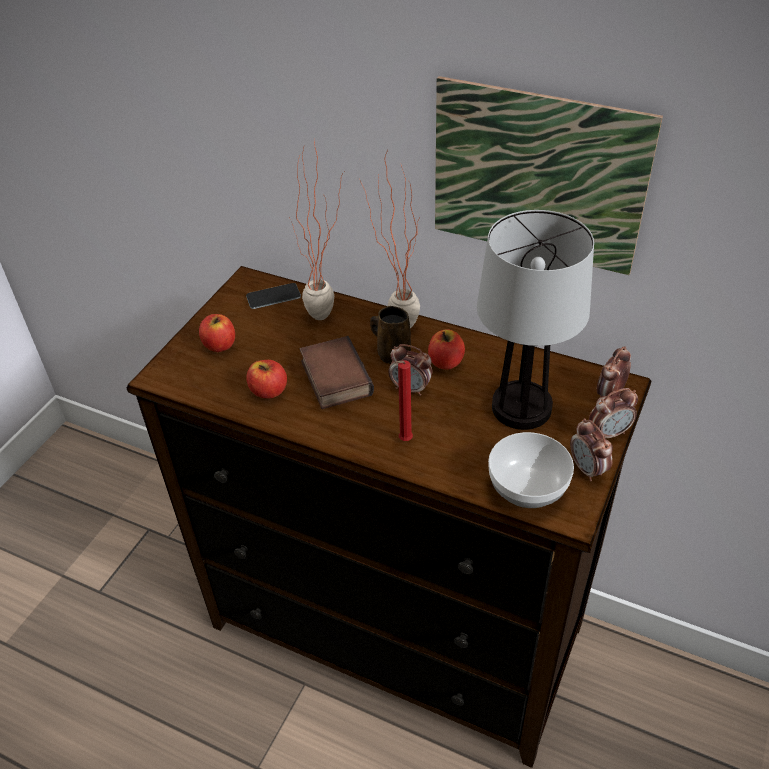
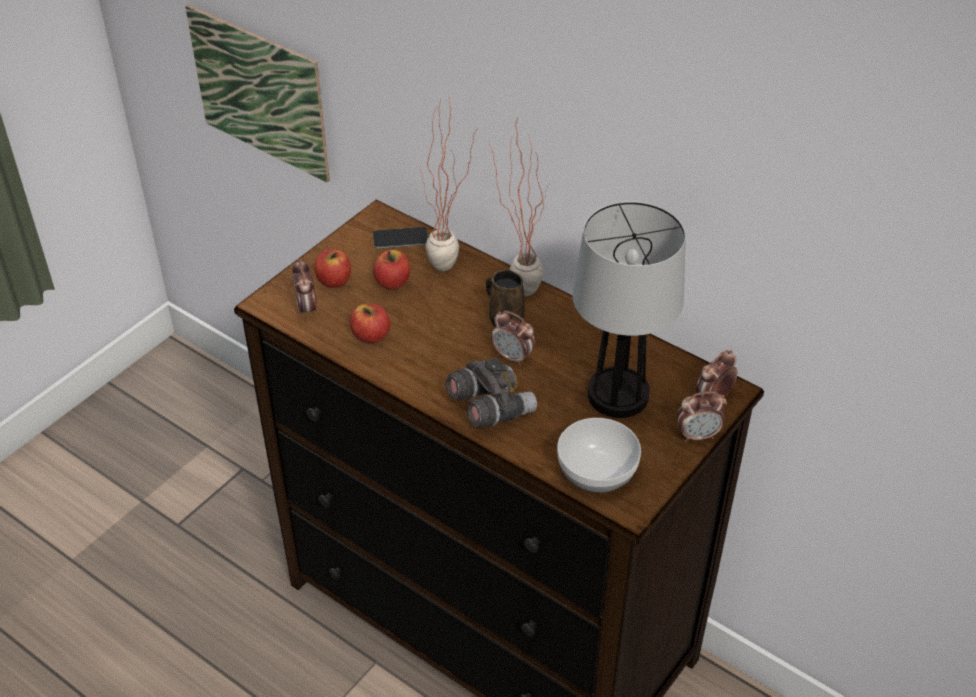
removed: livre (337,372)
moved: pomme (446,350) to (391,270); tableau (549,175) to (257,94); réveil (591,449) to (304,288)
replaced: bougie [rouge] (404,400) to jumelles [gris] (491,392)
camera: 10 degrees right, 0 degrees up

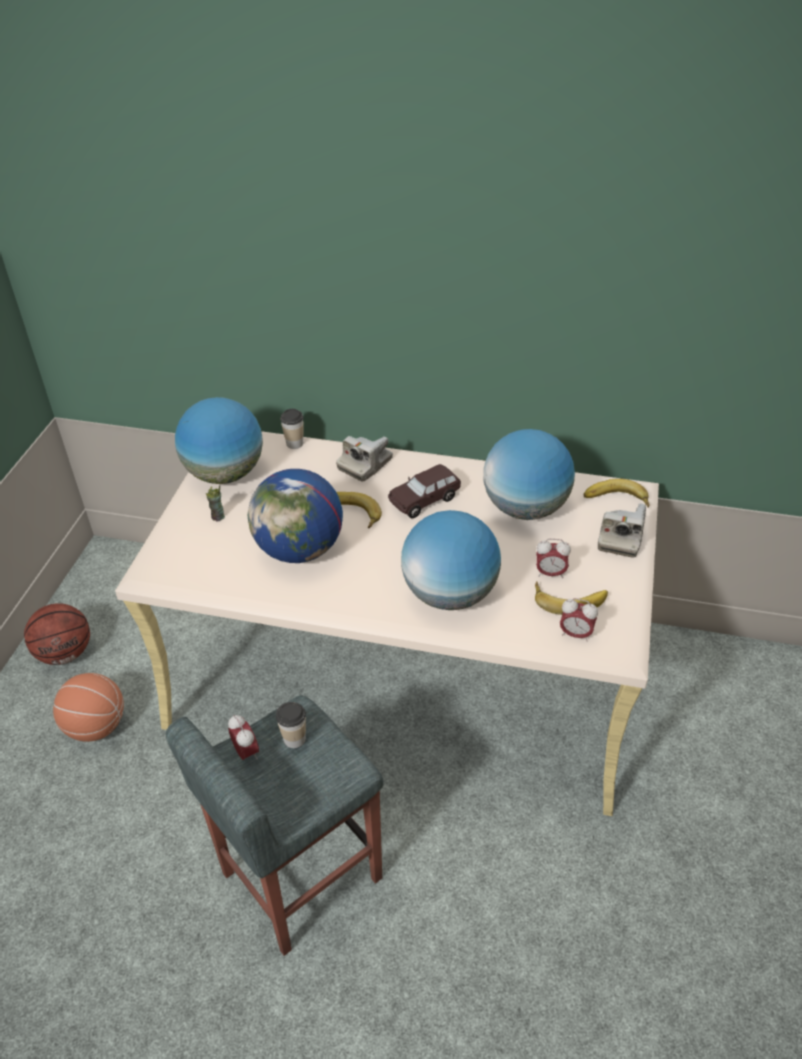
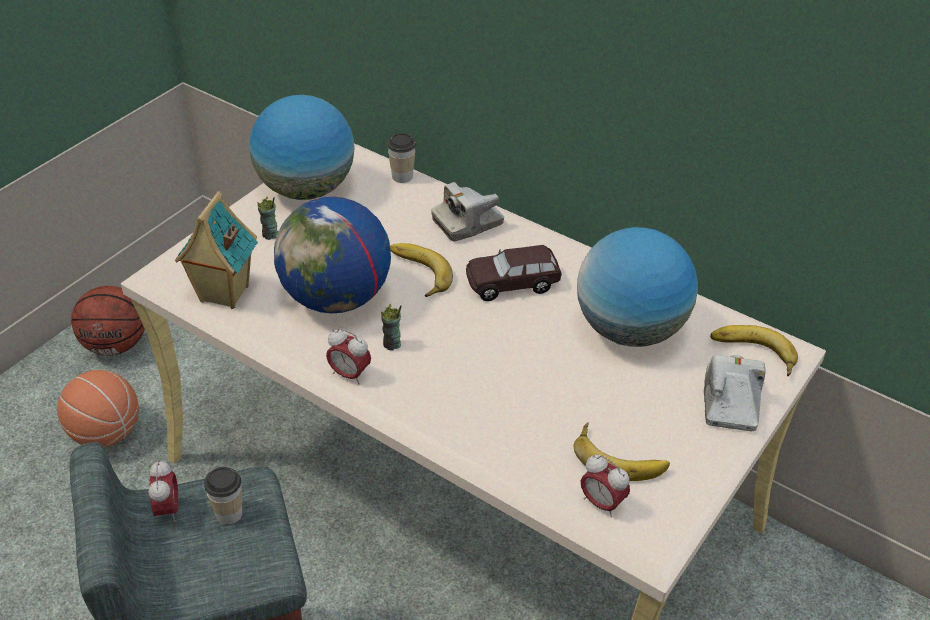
removed: globe (451,560)
added: maison miniature (216,250); tasse (391,327)
moved: réveil (553,558) to (348,356)
turned: appareil photo (622,531) = (735,393) 150 degrees clockwise
camera: 20 degrees right, 0 degrees up

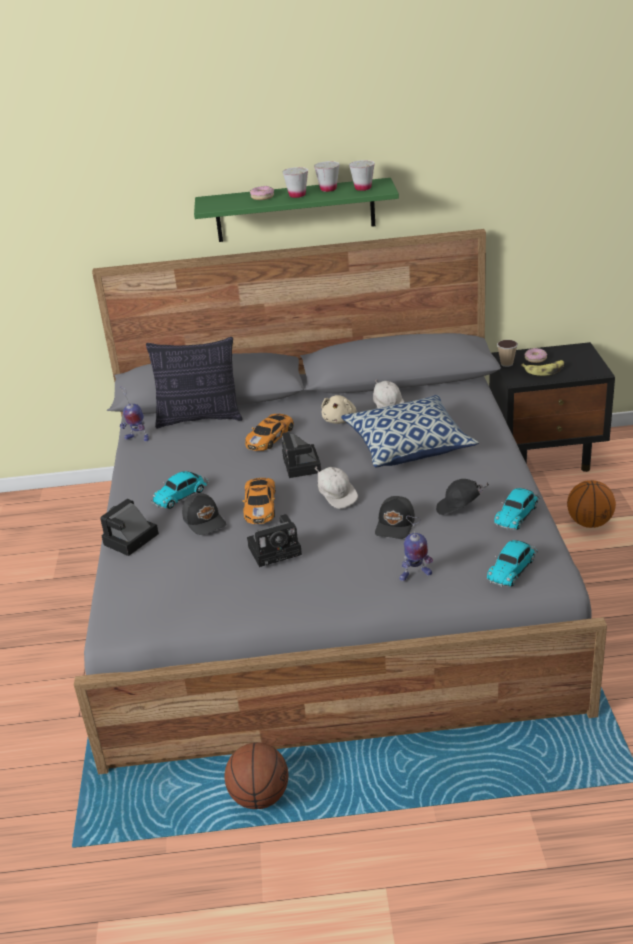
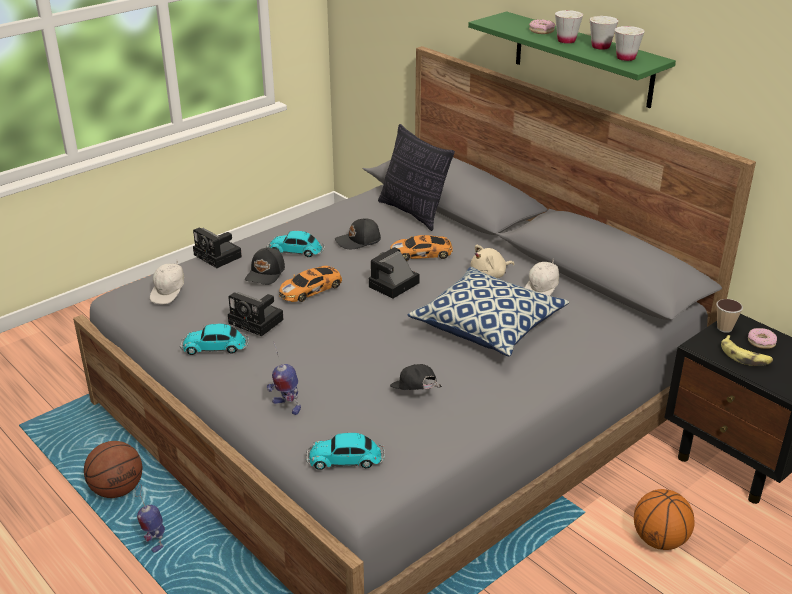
moved: robot jouet (134,413) to (150,518); casquette [blanc] (336,488) to (167,282); casquette [noir] (395,517) to (358,233); petite voiture (517,509) to (214,339)
turned: appareil photo (129,527) = (217,248) 135 degrees counterclockwise
camera: 50 degrees right, 0 degrees up

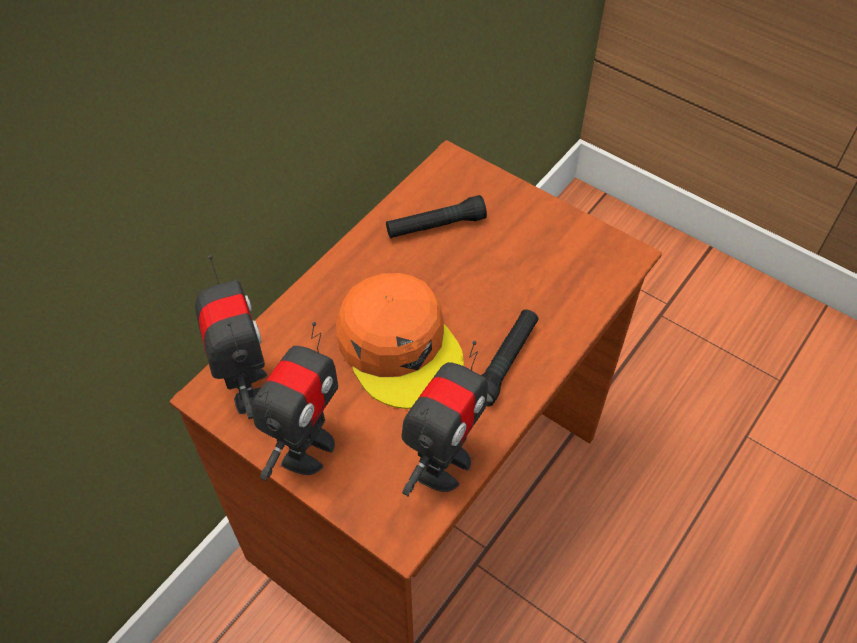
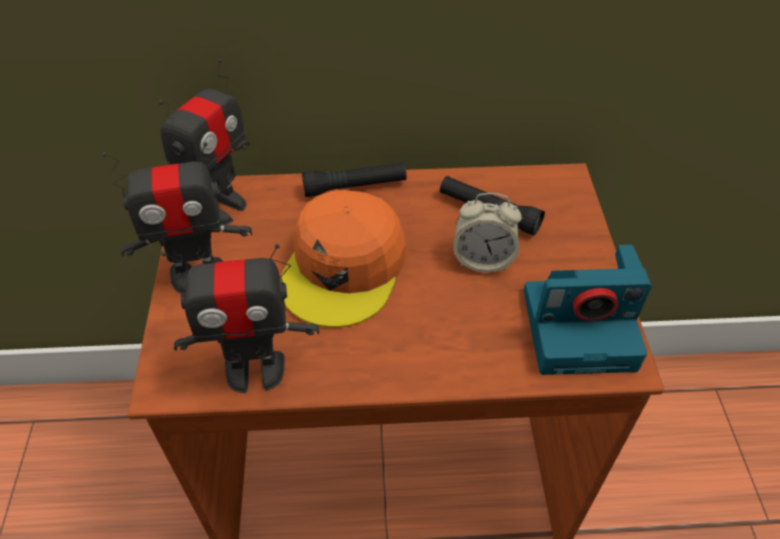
added: réveil (487,233); appareil photo (588,309)
moved: lampe de poche [noir] (509,357) to (354,180)
camera: 50 degrees right, 5 degrees down

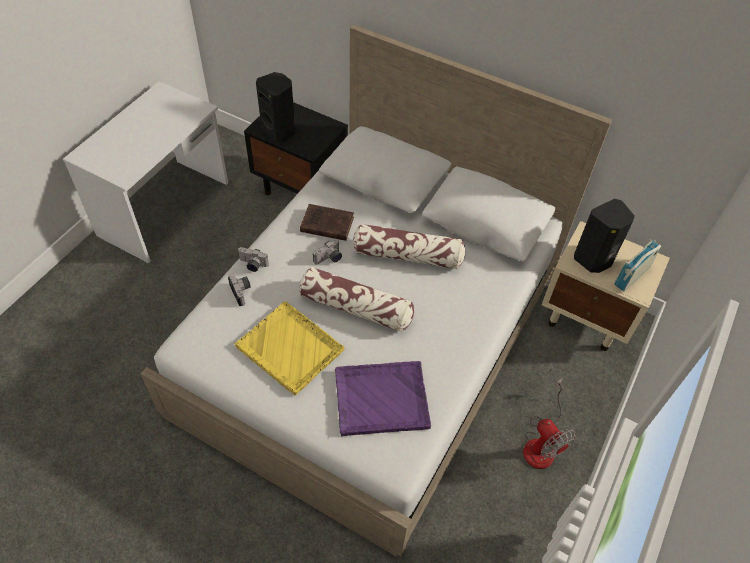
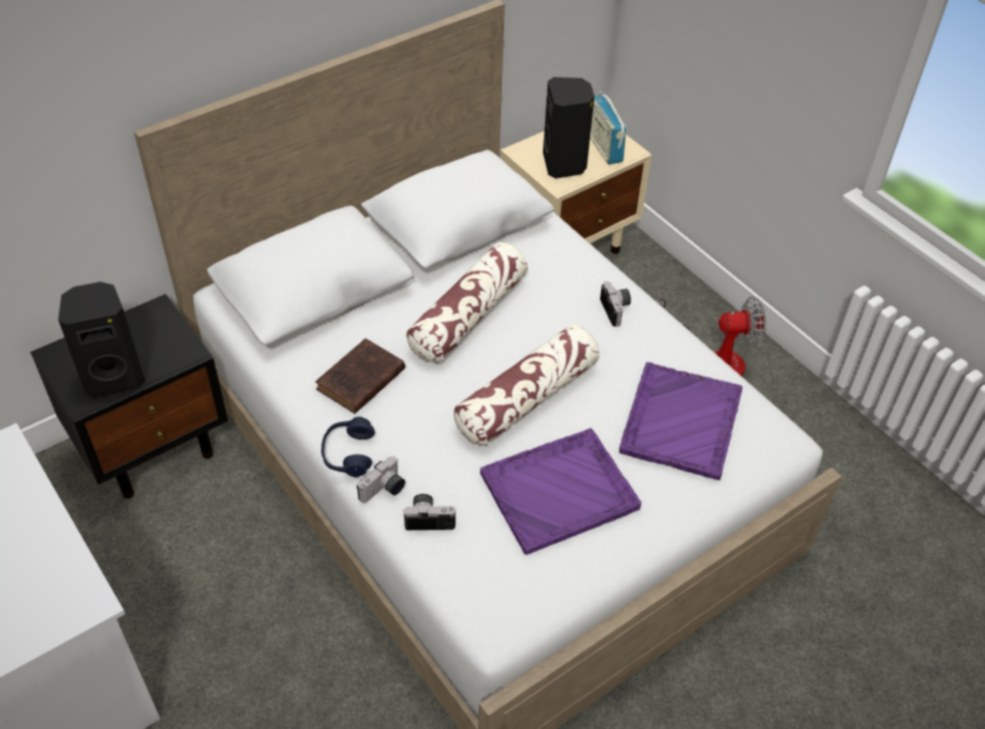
added: casque audio [bleu] (348,447)
moved: appareil photo (327,252) to (615,304)
recoloured: plateau [jaune] (289,348) to plateau [violet] (560,491)
camera: 65 degrees left, 5 degrees down

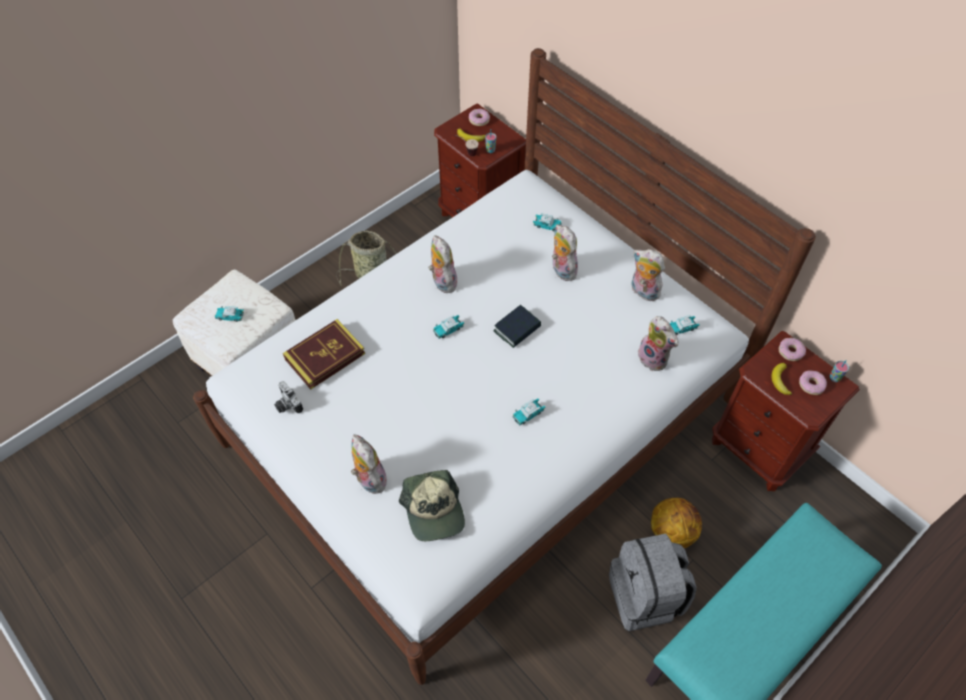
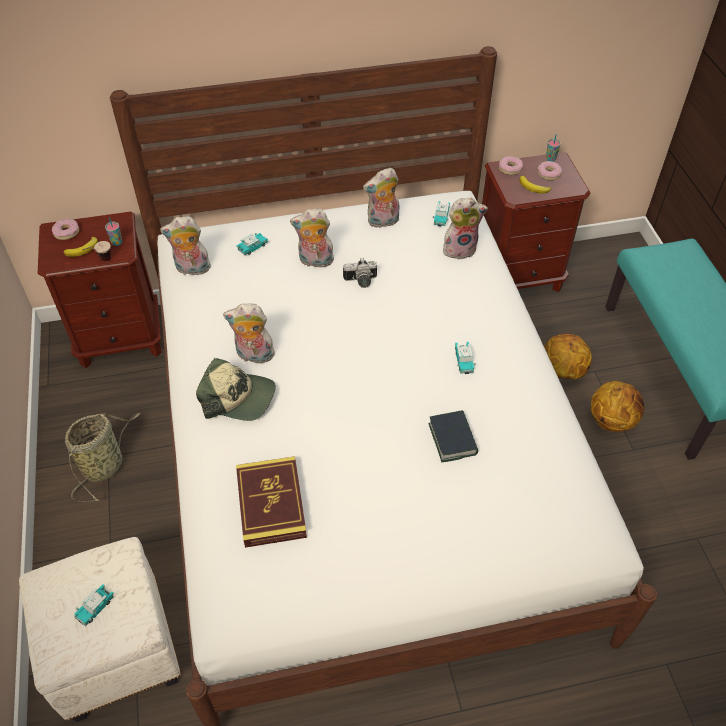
removed: petite voiture (448,327)
moved: appareil photo (288,397) to (360,273); peluche (369,464) to (186,245); casquette (432,505) to (236,389); livre (517,326) to (453,436)
replaced: sac à dos [gris] (653,582) to ballon de basket (617,406)
camera: 60 degrees left, 5 degrees down

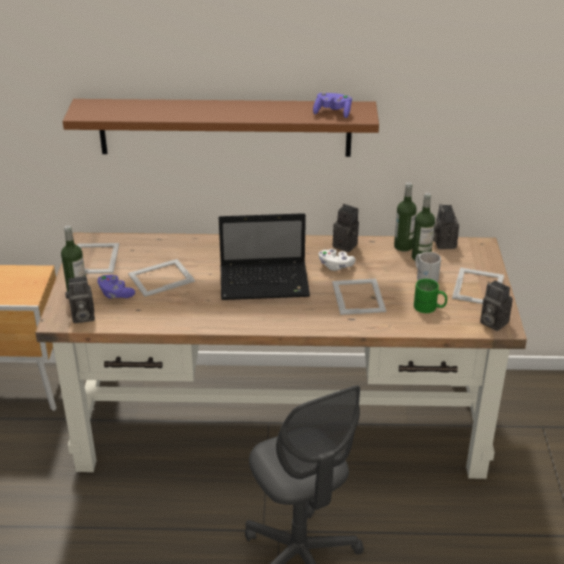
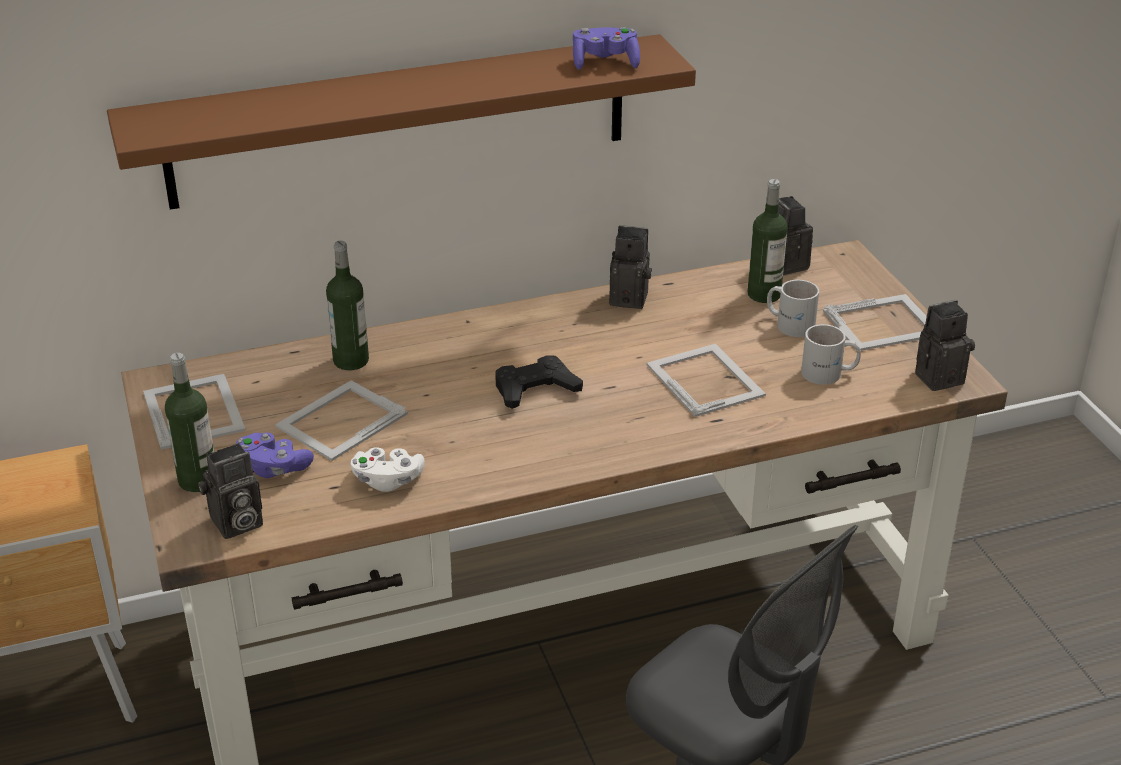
moved: manette [blanc] (337,260) to (388,469); bouteille (405,216) to (347,305)
replaced: ordinateur portable (264,256) to manette [noir] (539,382)
recoloured: mug [vert] (430,296) to mug [blanc] (831,354)
turned: cadre photo (478,285) = (875,322) 75 degrees clockwise; appareil photo (496,305) = (945,345) 135 degrees clockwise
camera: 20 degrees left, 0 degrees up

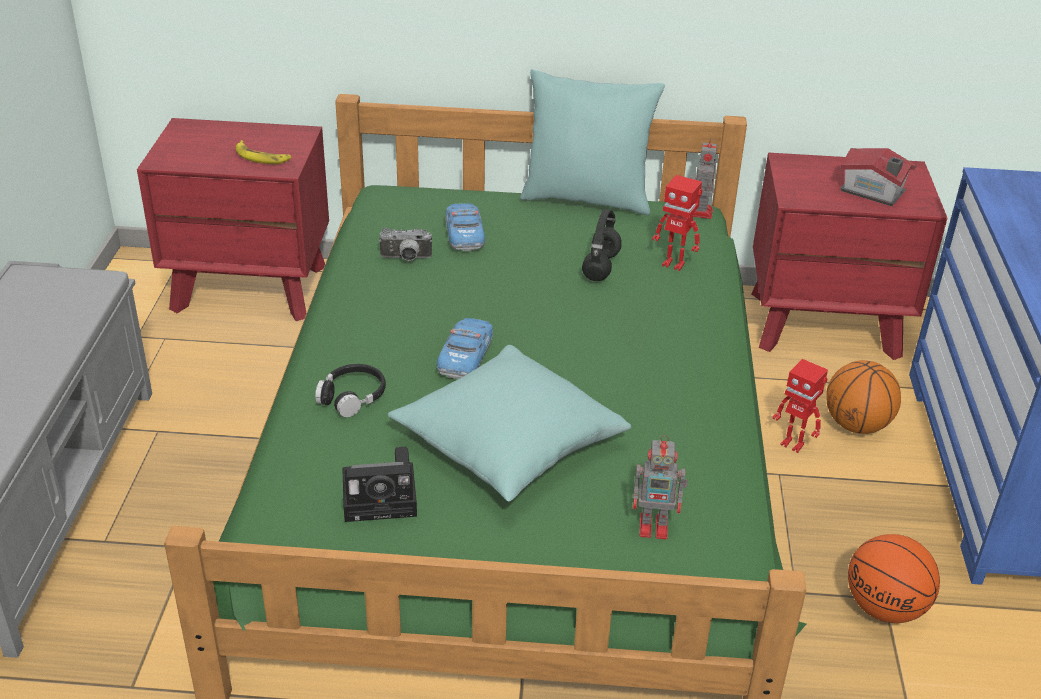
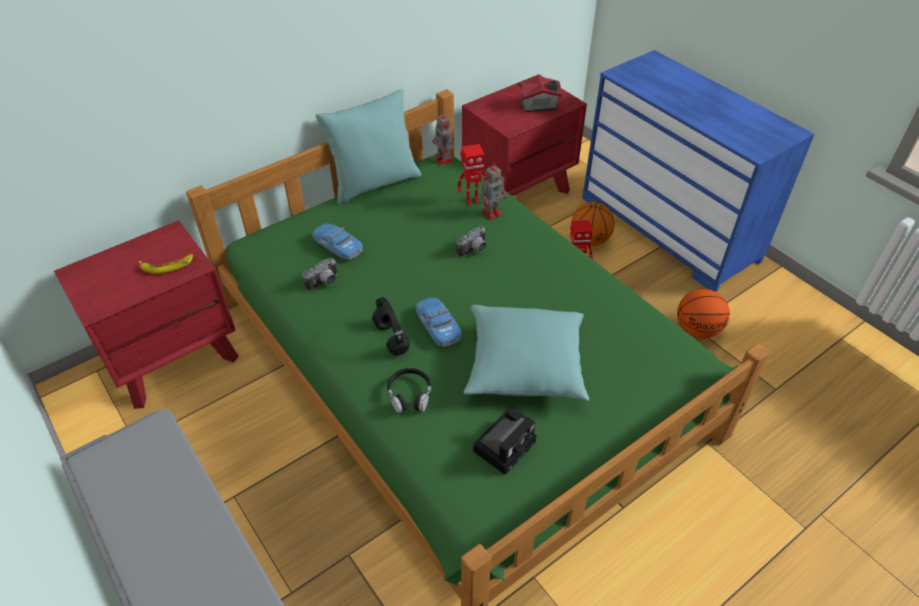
added: appareil photo (471,242)
moved: casque audio [noir] (602,245) to (391,326); robot jouet (660,487) to (493,192)
camera: 40 degrees left, 10 degrees up

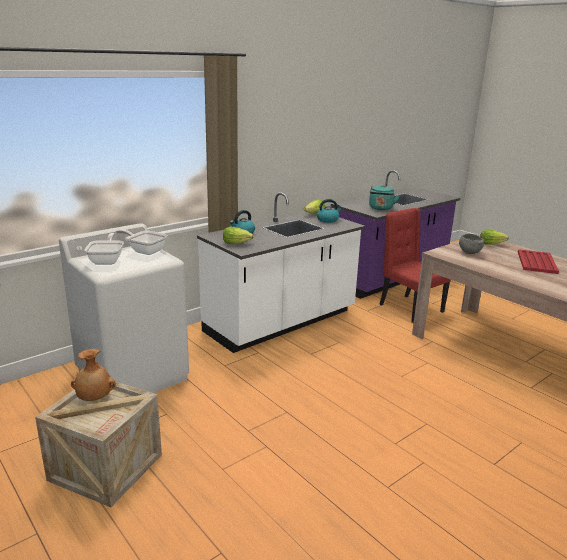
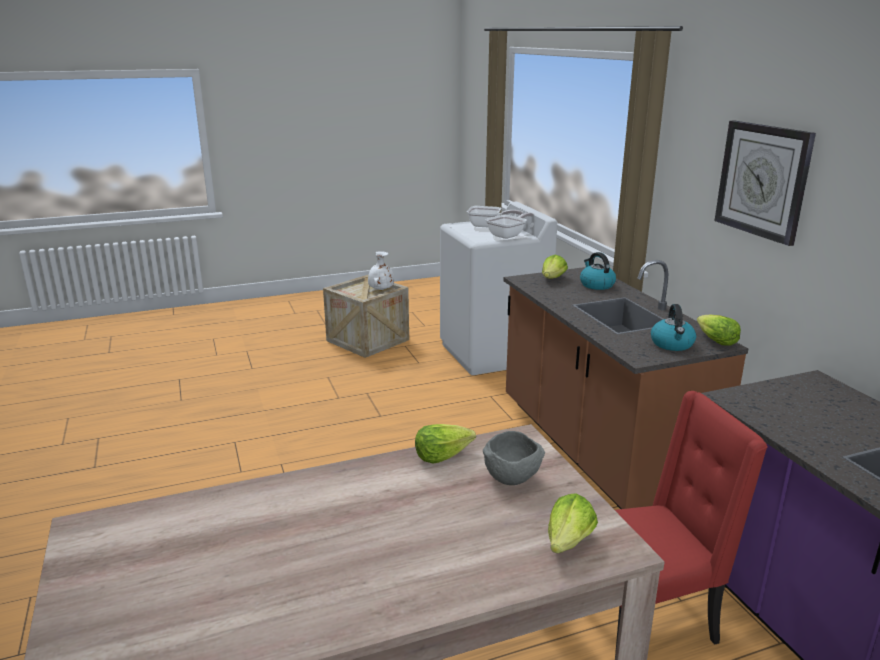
removed: bouilloire [turquoise] (384,197); plateau [rouge] (538,261)
added: laitue (445,443); horloge murale (765,183)
recoloured: vase [marron] (93,375) to vase [blanc] (381,270); comptoir de cuisine [blanc] (281,272) to comptoir de cuisine [marron] (626,384)
camera: 110 degrees right, 0 degrees up

